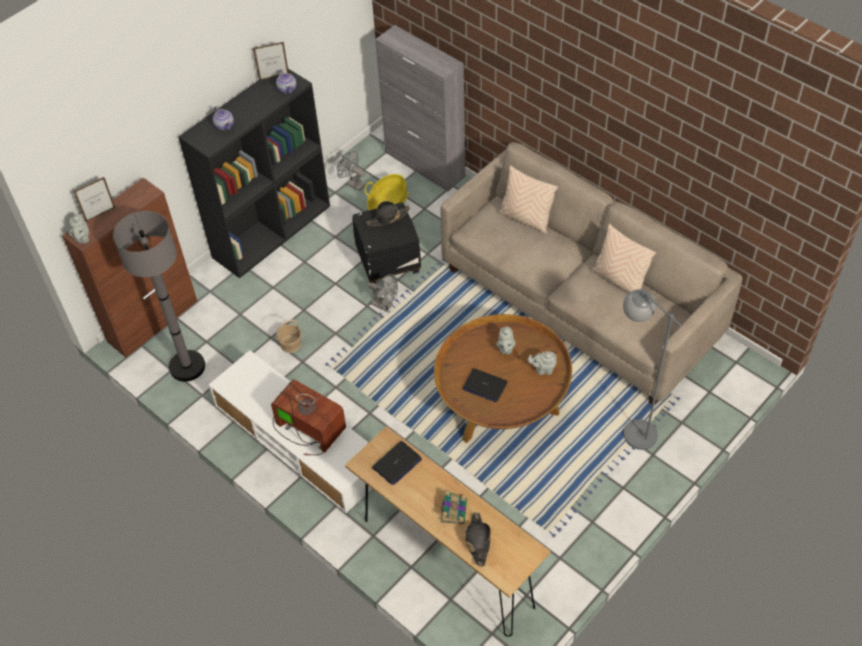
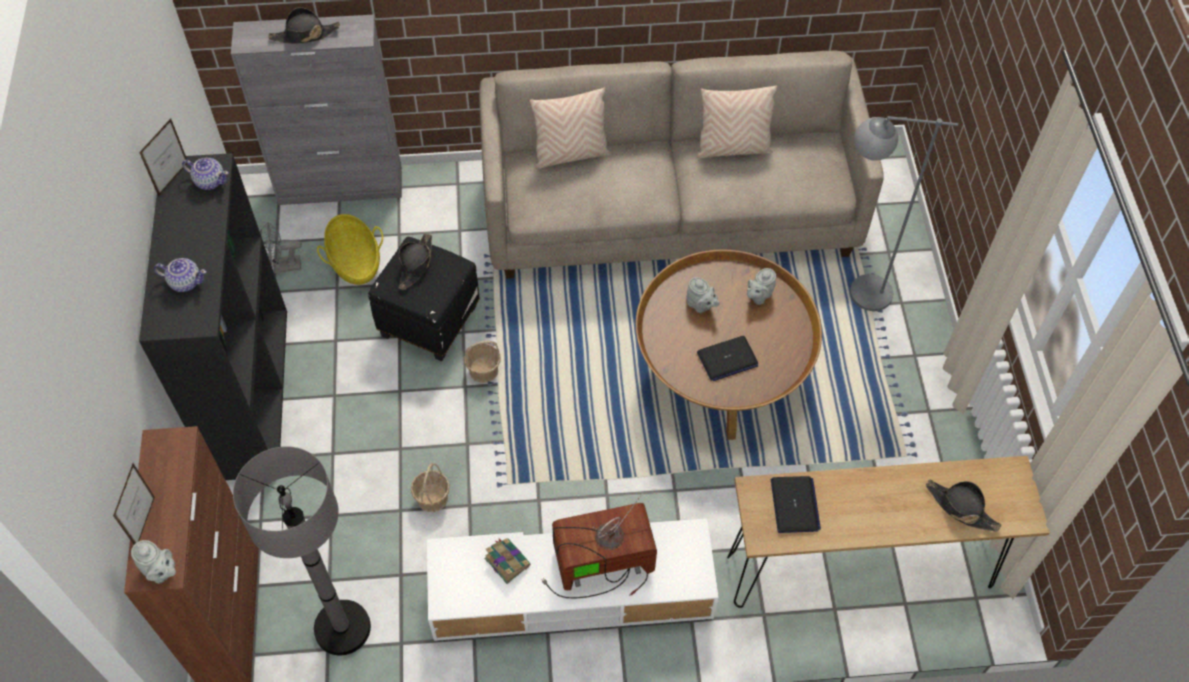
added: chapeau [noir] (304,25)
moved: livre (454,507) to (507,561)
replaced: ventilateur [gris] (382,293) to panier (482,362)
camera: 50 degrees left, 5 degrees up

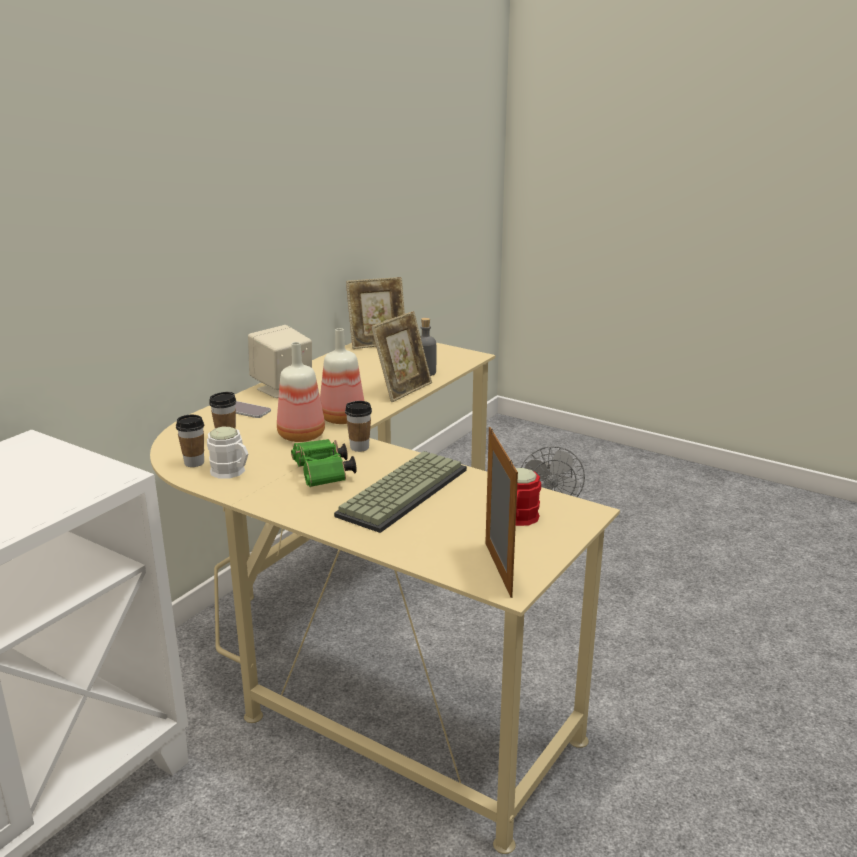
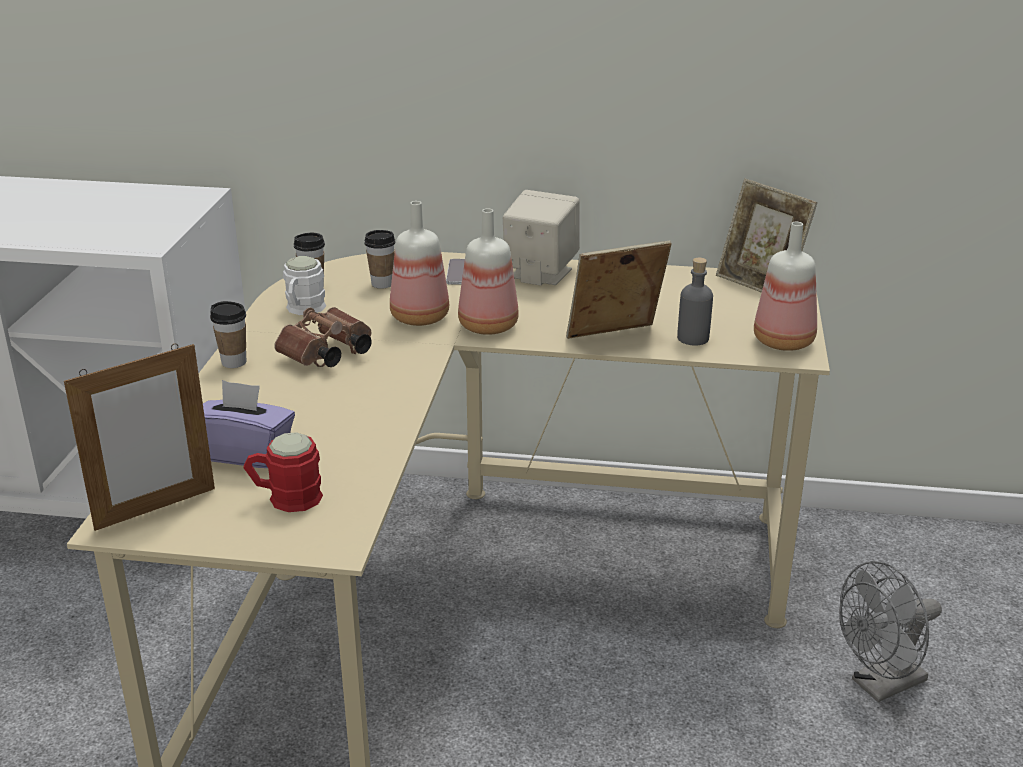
removed: clavier (400,492)
added: boîte à mouchoirs [violet] (249,424); bouteille (785,286)
moved: tasse (358,426) to (228,334)
recoloured: jumelles [vert] (324,463) to jumelles [marron] (323,337)
turned: cadre photo (401,356) = (619,290) 150 degrees clockwise
camera: 65 degrees right, 5 degrees up

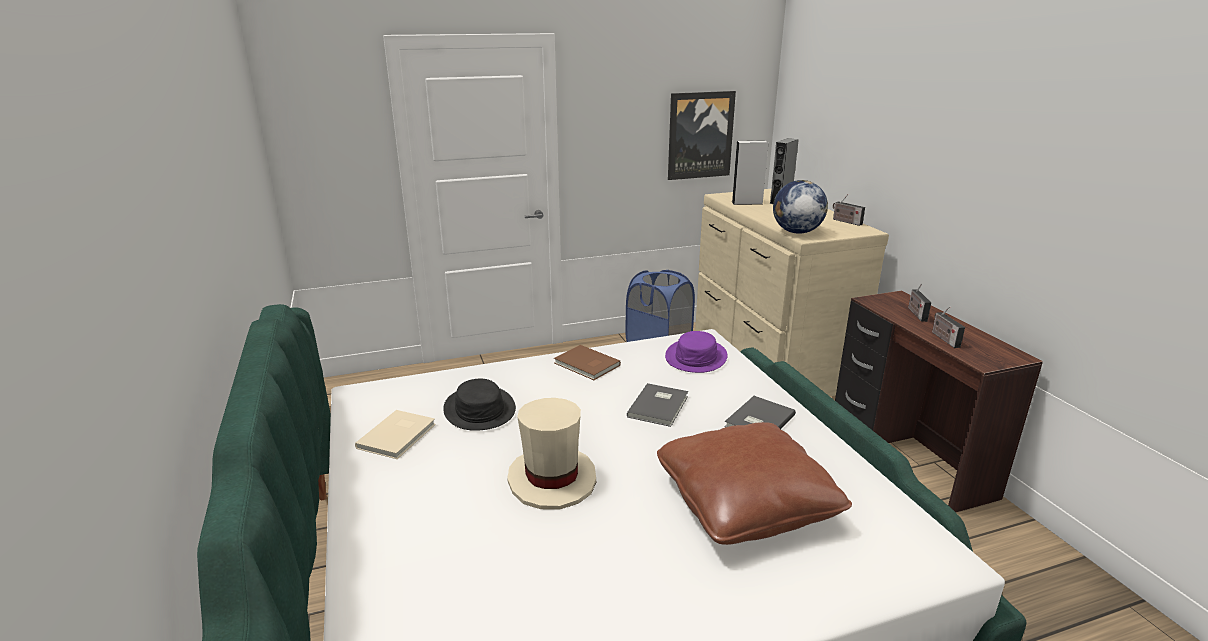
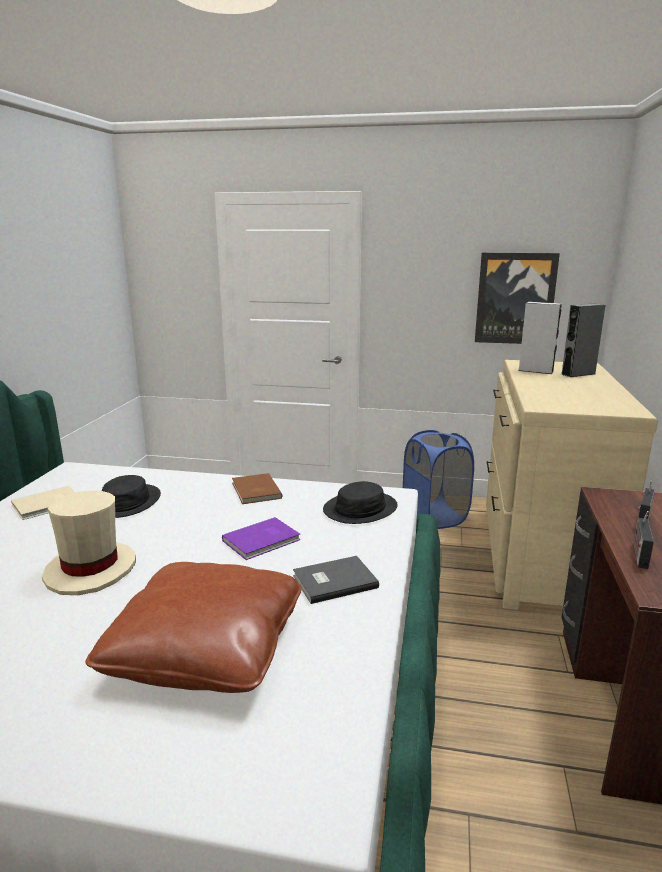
removed: globe (800,207); radio (849,210)
recoloured: livre [gris] (657,405) to livre [violet] (261,538); chapeau [violet] (696,352) to chapeau [noir] (360,502)
camera: 30 degrees right, 5 degrees down

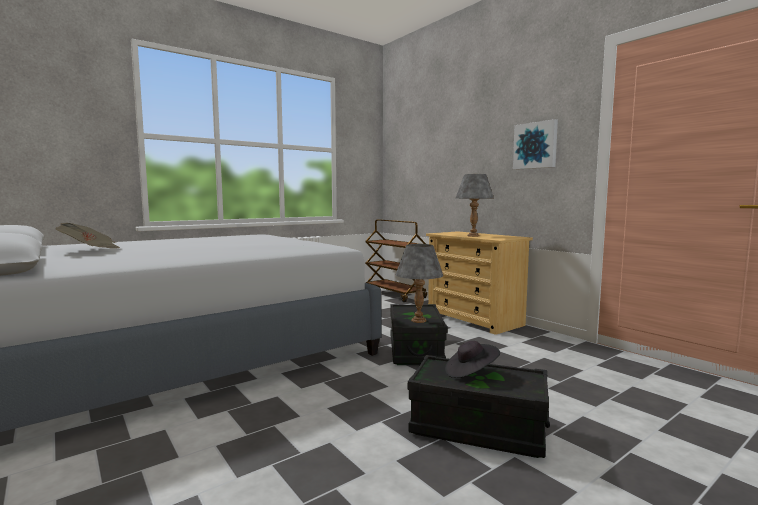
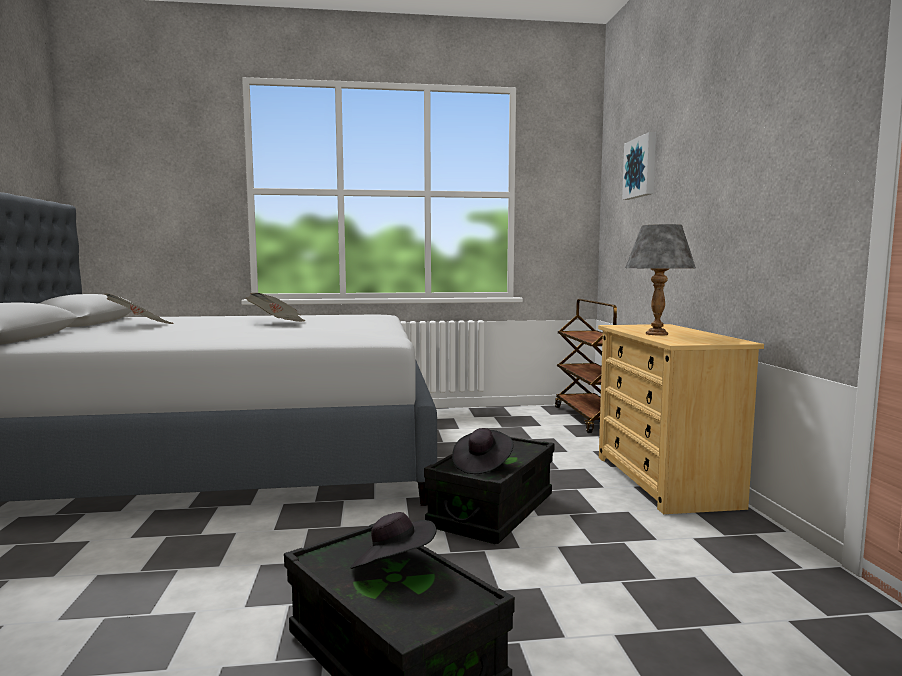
added: journal (275,307)
moved: tableau (535,144) to (639,166)
replaced: lampe de table [gris] (419,283) to chapeau [noir] (482,451)
camera: 30 degrees right, 0 degrees up

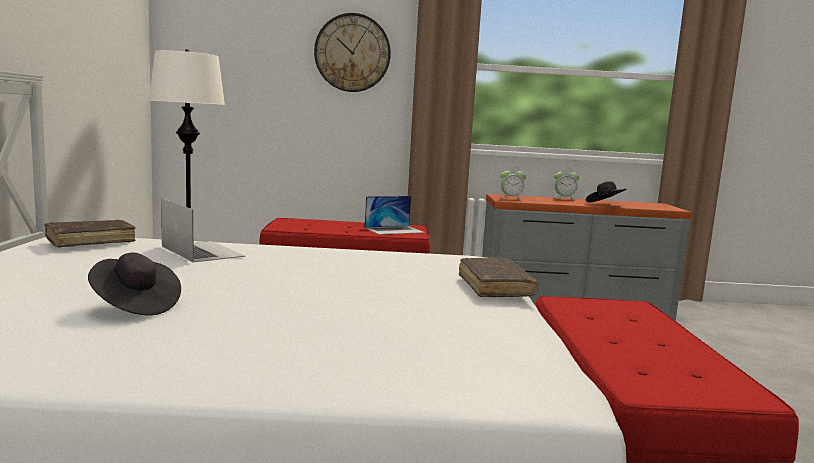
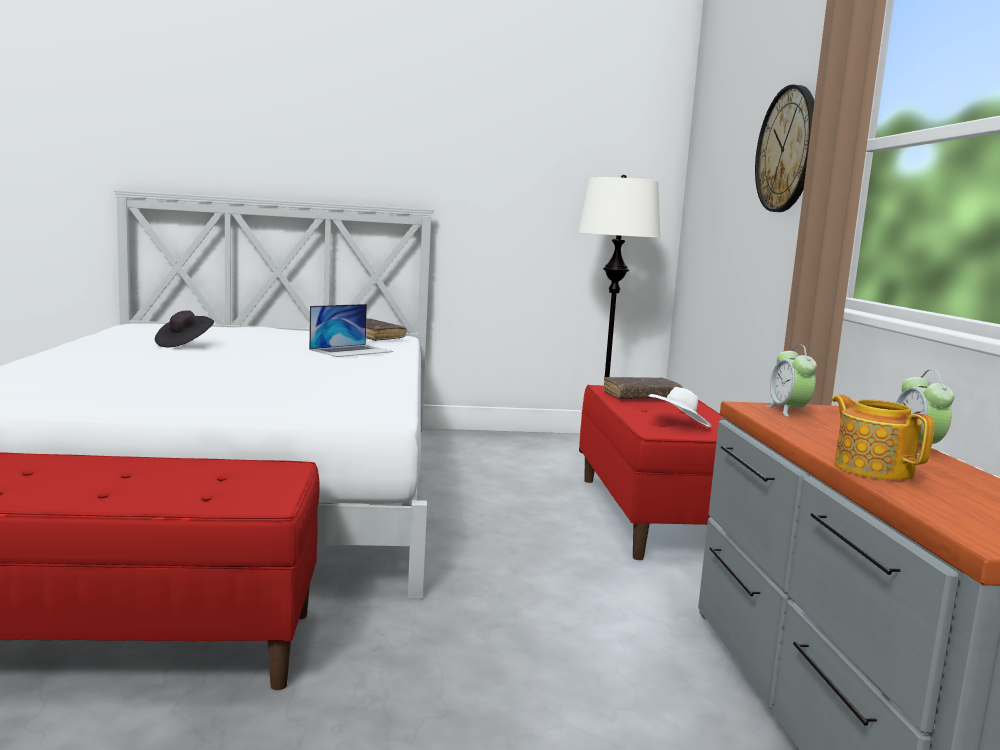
moved: livre [marron] (498,277) to (643,388)
replaced: ordinateur portable (395,215) to chapeau [blanc] (680,407); chapeau [noir] (606,192) to théière (883,437)
camera: 85 degrees right, 0 degrees up

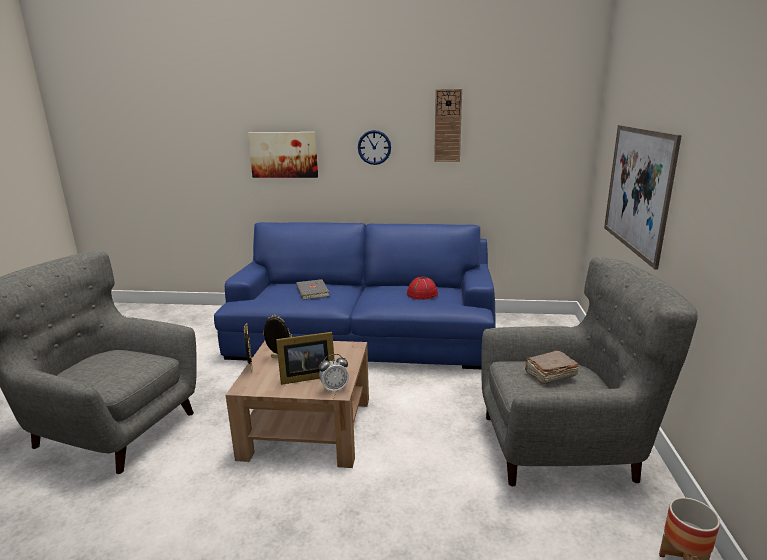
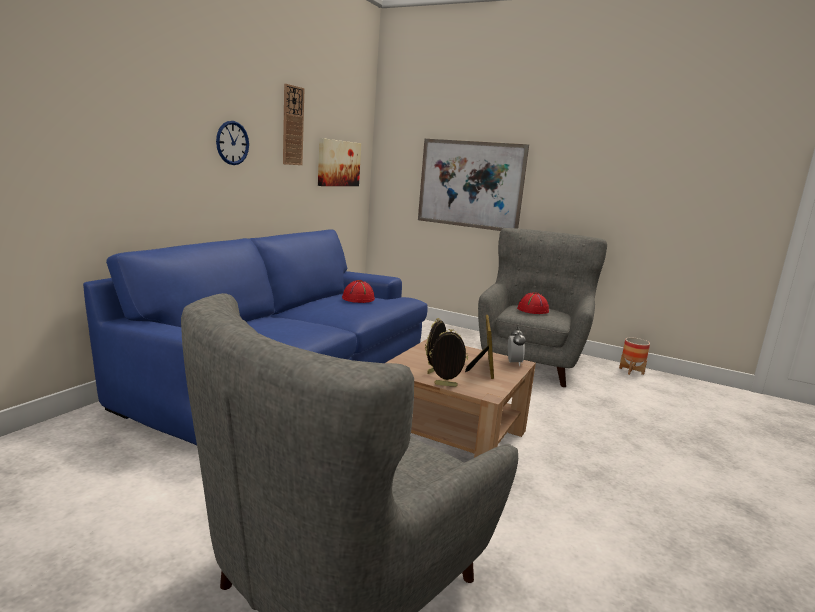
removed: livre [gris] (313,289)
moved: tableau (283,155) to (339,162)
replaced: livre [marron] (552,367) to chapeau [rouge] (533,303)
camera: 70 degrees left, 5 degrees down

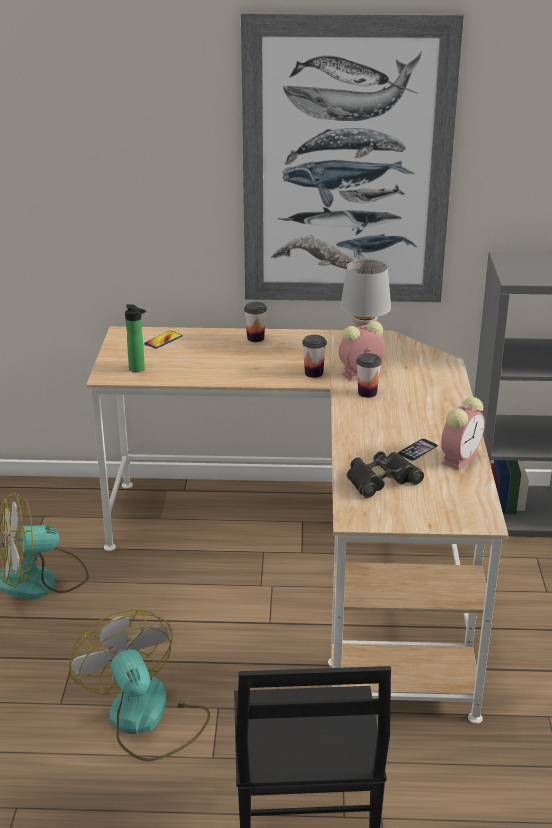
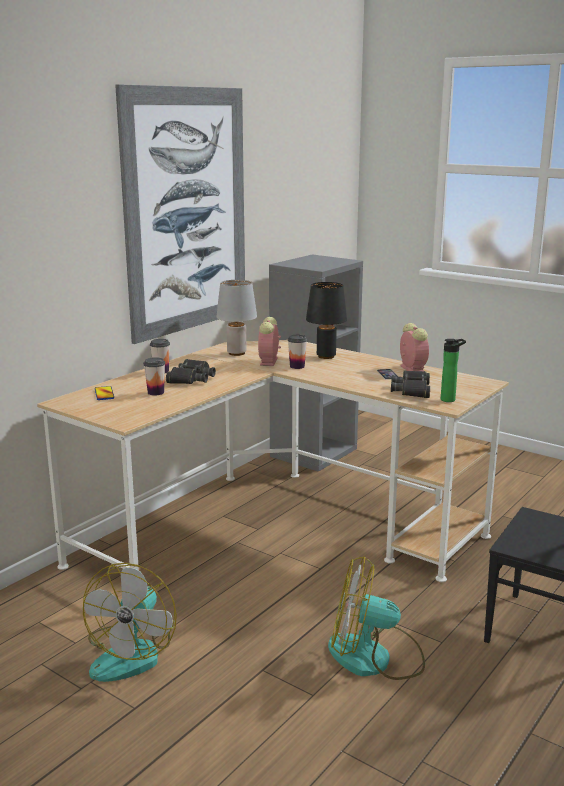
added: jumelles [noir] (191,371); lampe de table [noir] (326,320)
moved: bouteille (135,338) to (453,370); tasse (314,356) to (154,376)
camera: 55 degrees left, 10 degrees down

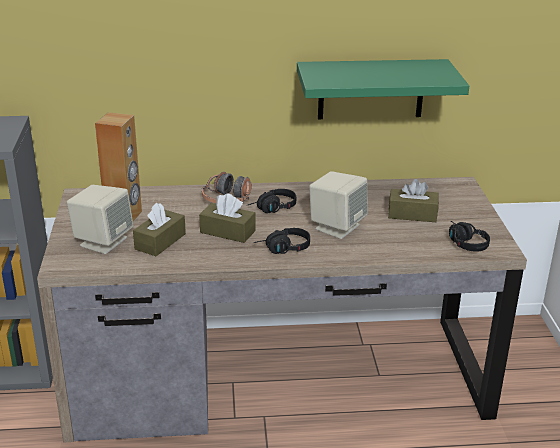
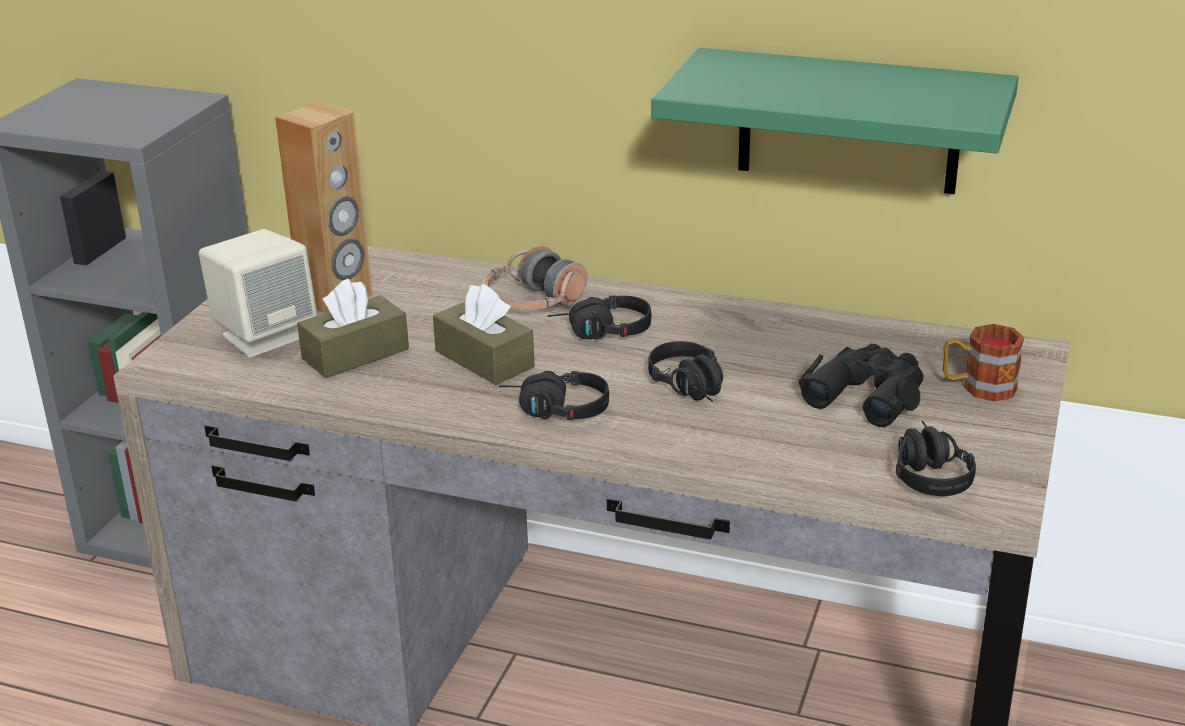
added: mug (983,363)
replaced: enceinte [beige] (338,205) to casque audio [noir] (685,371); boîte à mouchoirs [marron] (413,200) to jumelles [noir] (861,385)
camera: 25 degrees right, 0 degrees up

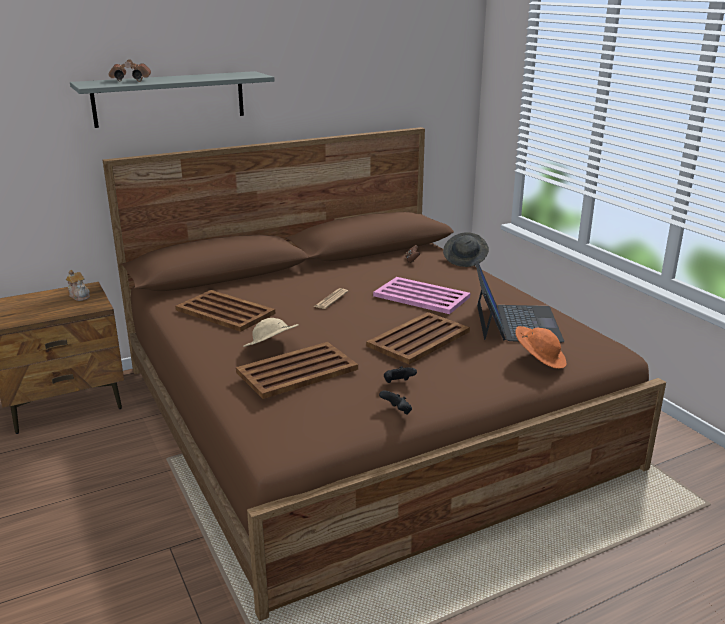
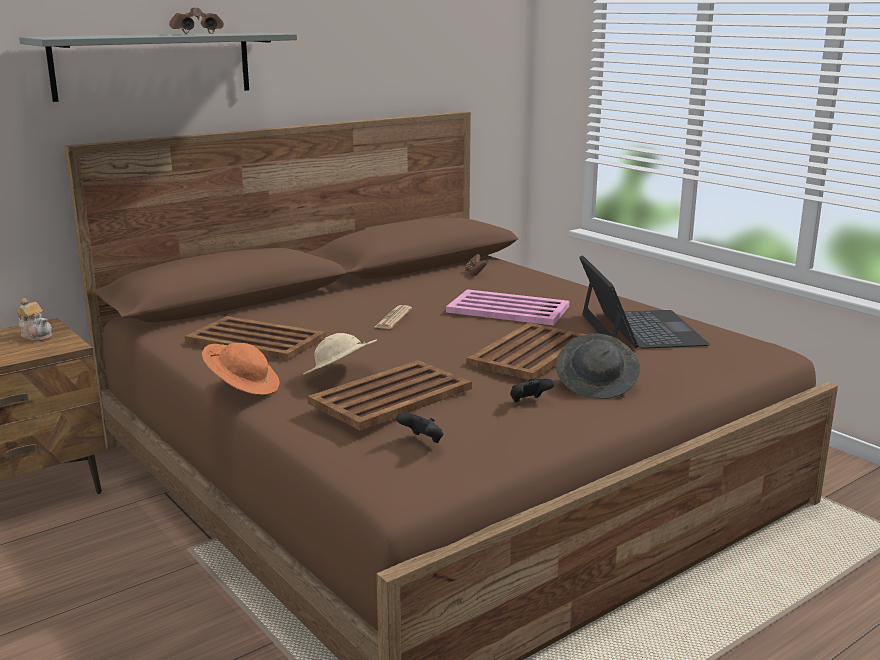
moved: jumelles [marron] (129,70) to (196,21); manette [noir] (395,403) to (419,428); chapeau [gris] (466,249) to (598,366); chapeau [orange] (540,347) to (241,369)
camera: 10 degrees left, 5 degrees down

